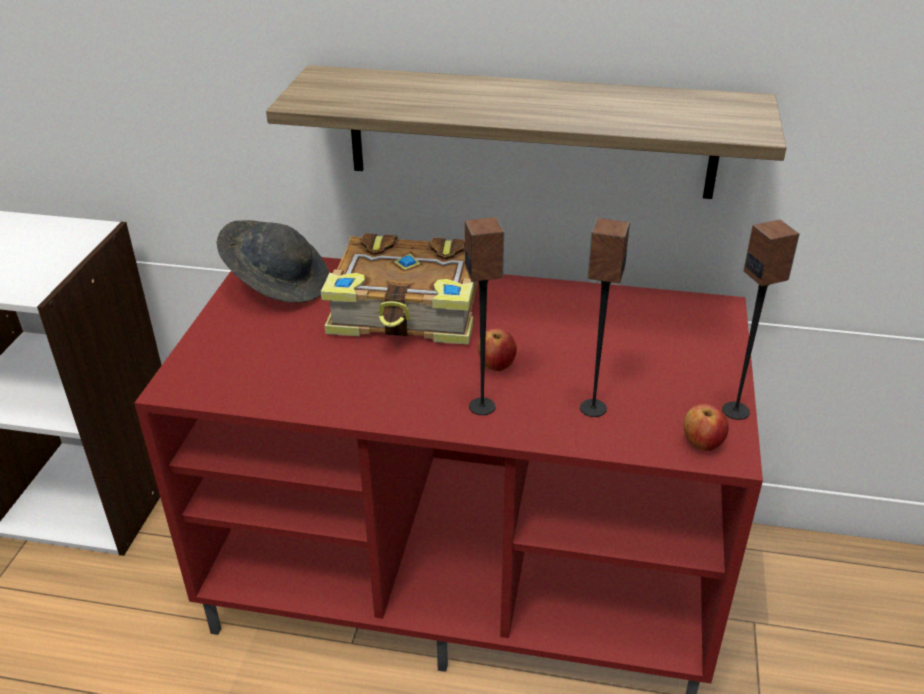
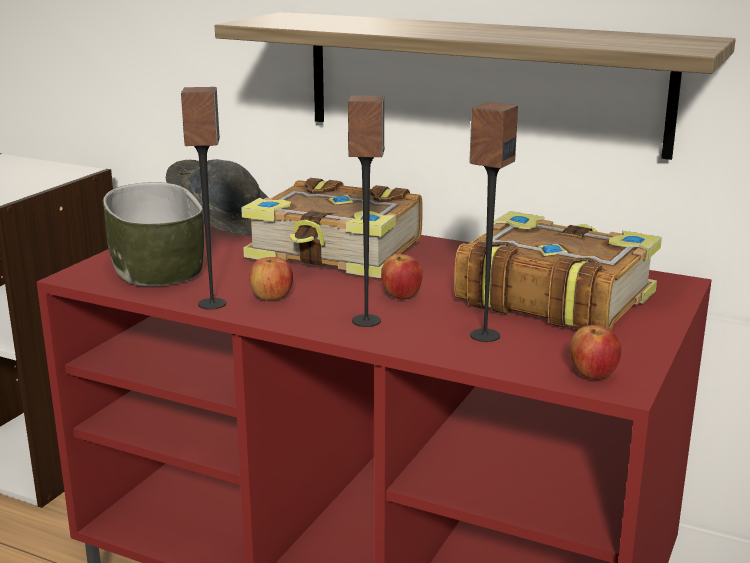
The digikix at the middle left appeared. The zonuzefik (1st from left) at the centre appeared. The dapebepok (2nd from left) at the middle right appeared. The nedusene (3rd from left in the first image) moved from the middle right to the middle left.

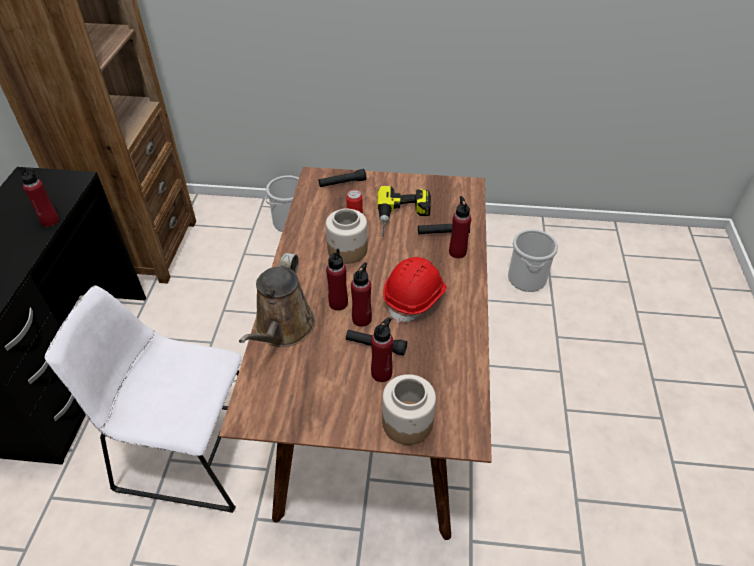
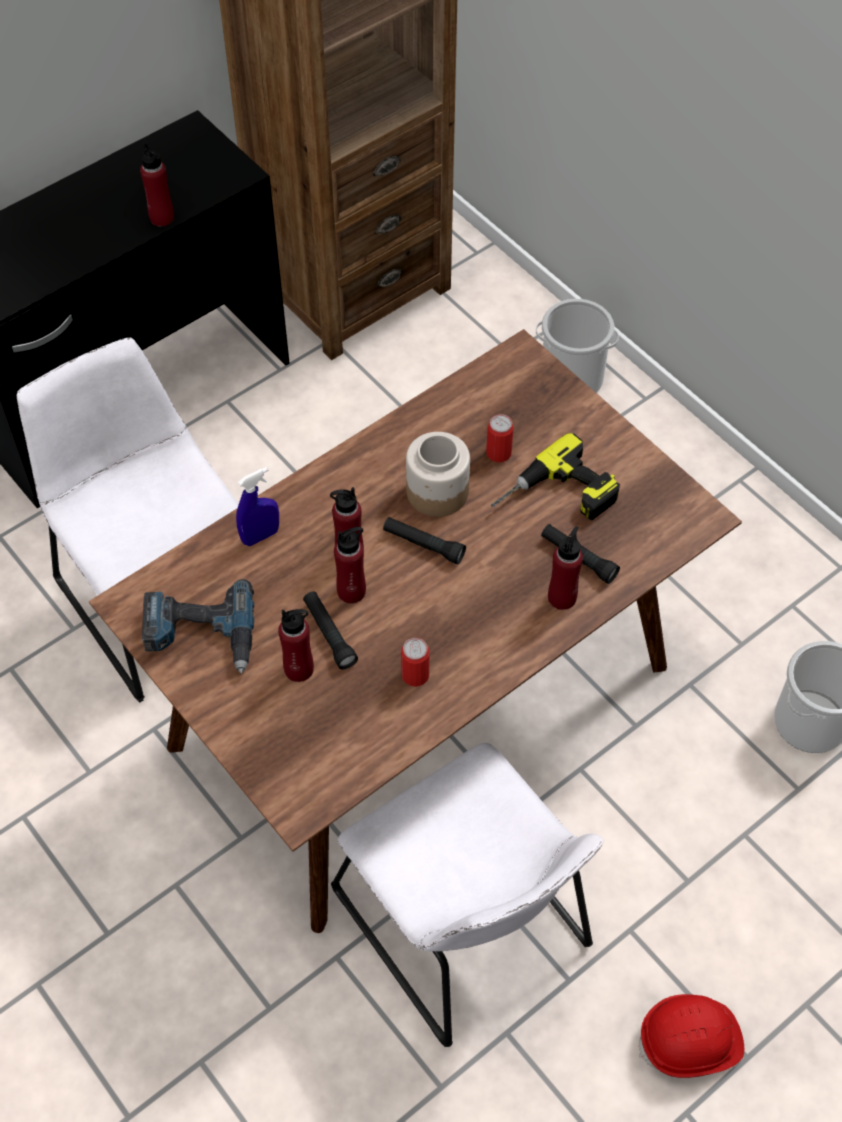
The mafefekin (2nd from left) at the bottom centre disappeared. The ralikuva (1st from left) at the middle left appeared. The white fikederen (2nd from left) at the bottom centre appeared. The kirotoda (1st from left) at the centre appeared. The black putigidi (1st from left in the first image) moved from the top centre to the centre. The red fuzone moved from the centre to the bottom right. The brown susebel at the centre was replaced by the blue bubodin at the middle left.

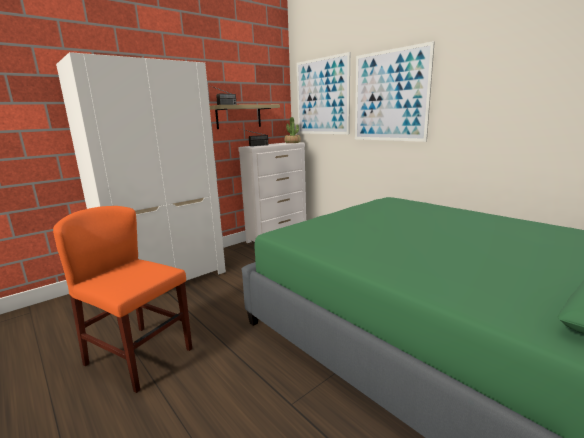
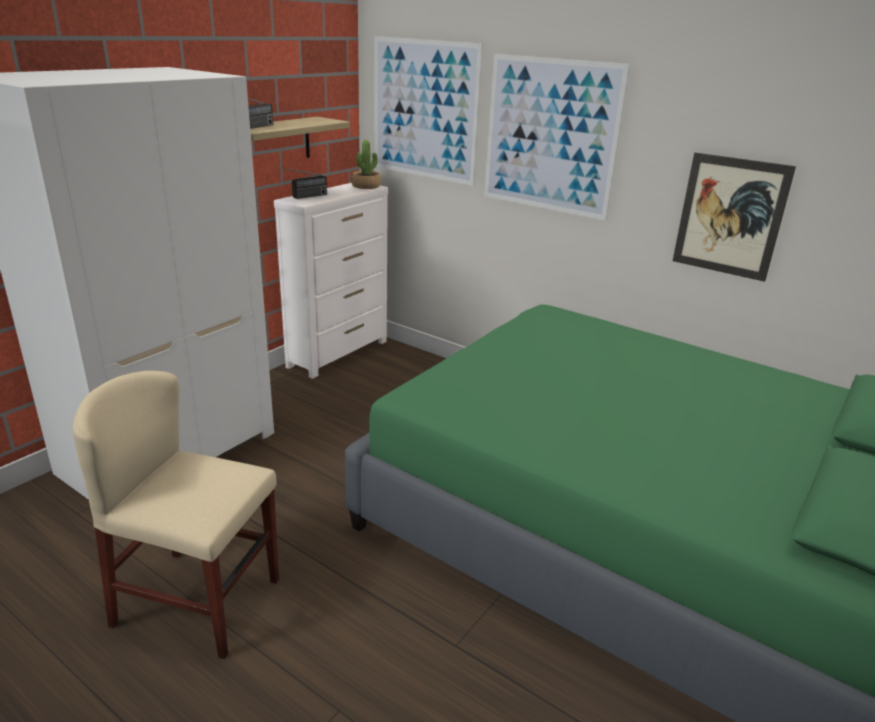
The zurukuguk (3rd from left) at the top right appeared. The orange fikederen at the bottom left became the beige fikederen at the bottom left.

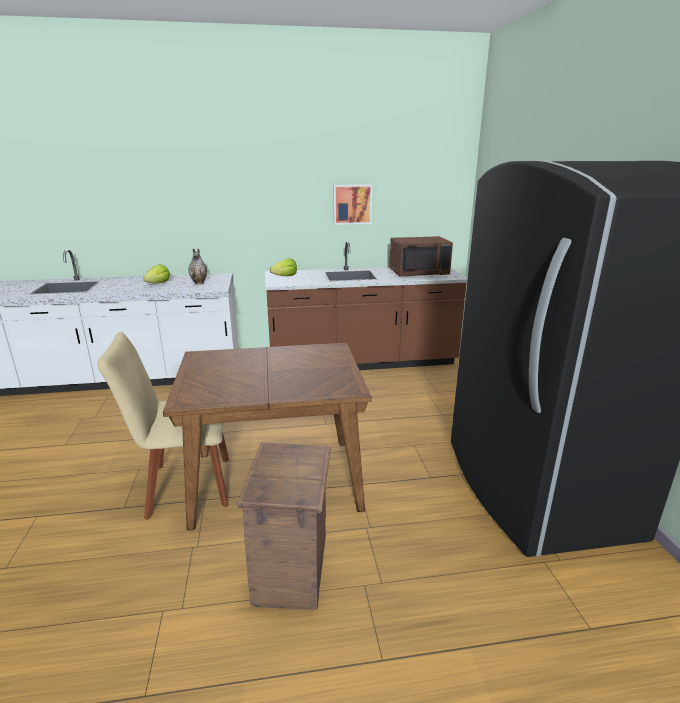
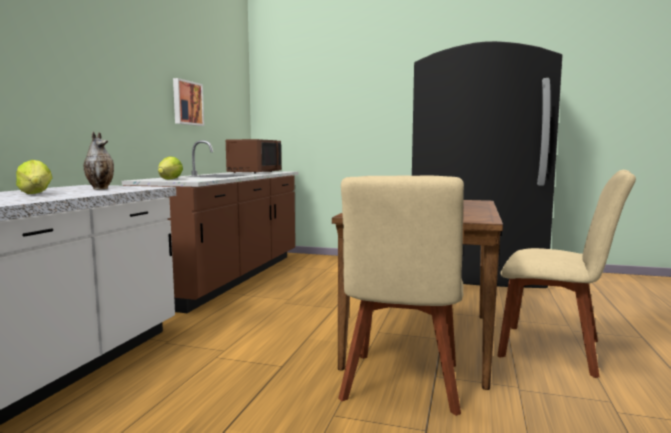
The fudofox at the bottom centre was replaced by the beige fikederen (2nd from left) at the middle right.

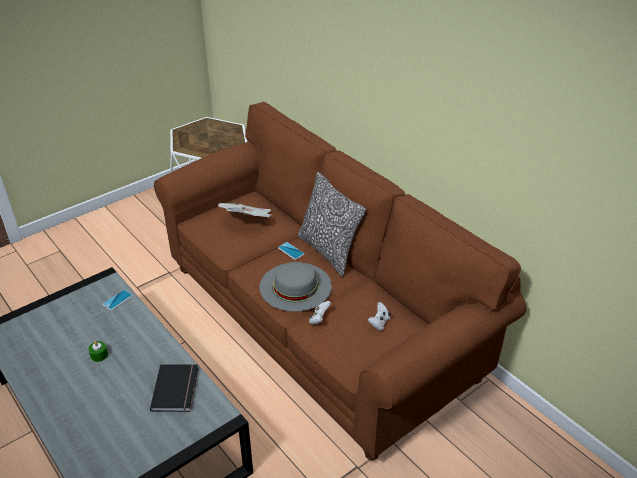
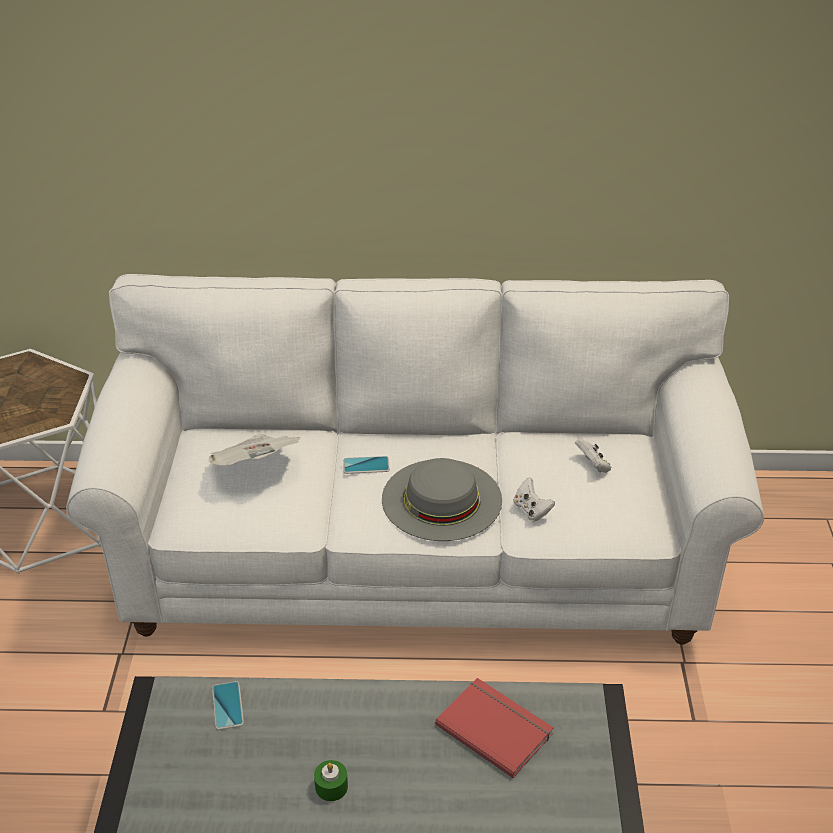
The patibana at the centre disappeared. The black dapebepok at the bottom left became the red dapebepok at the bottom centre. The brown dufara at the centre became the white dufara at the centre.

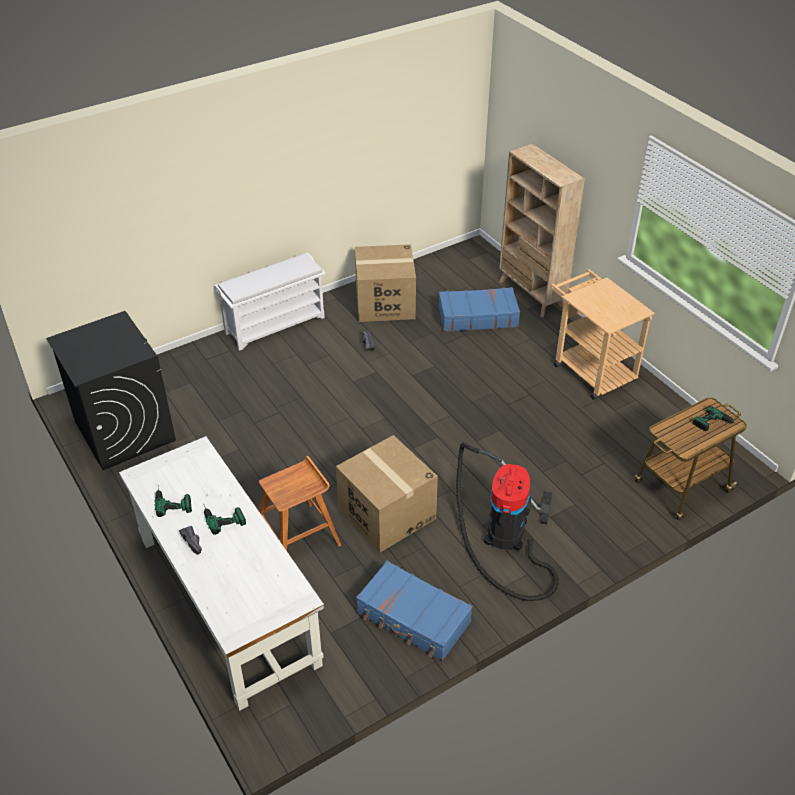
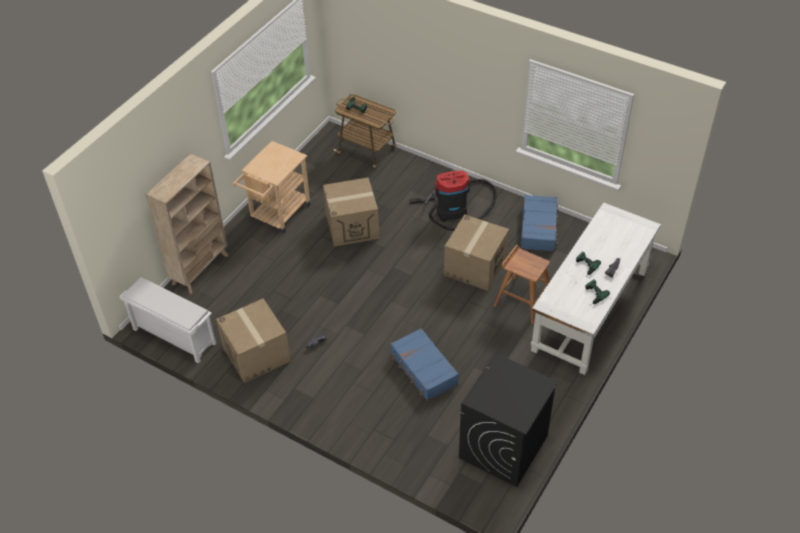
The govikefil (2nd from left) at the centre appeared. The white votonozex moved from the centre to the middle left. The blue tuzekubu (2nd from left in the first image) moved from the centre to the bottom centre.

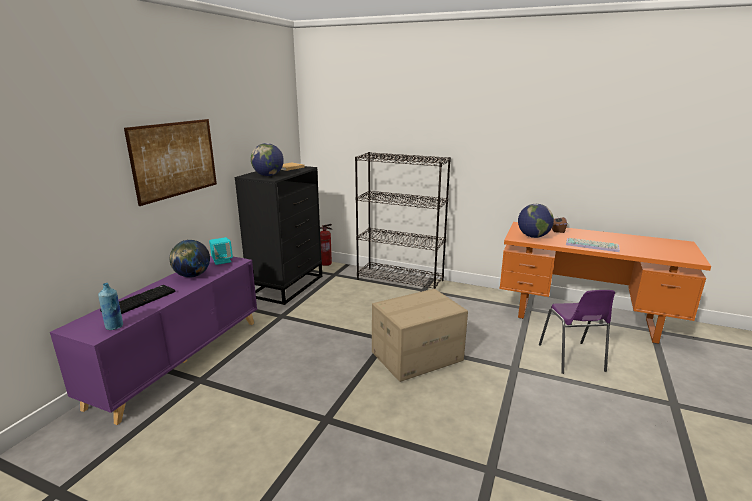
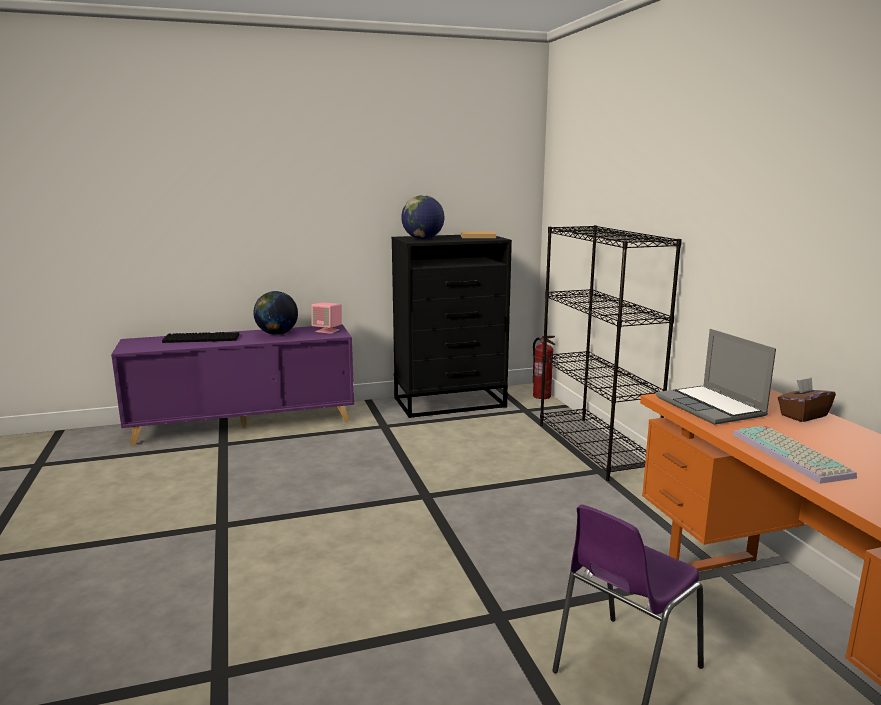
The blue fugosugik at the middle left disappeared. The zurukuguk at the top left disappeared. The govikefil at the bottom centre disappeared. The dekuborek (3rd from left) at the middle right was replaced by the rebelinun at the middle right. The turquoise nedusene at the middle left became the pink nedusene at the centre.

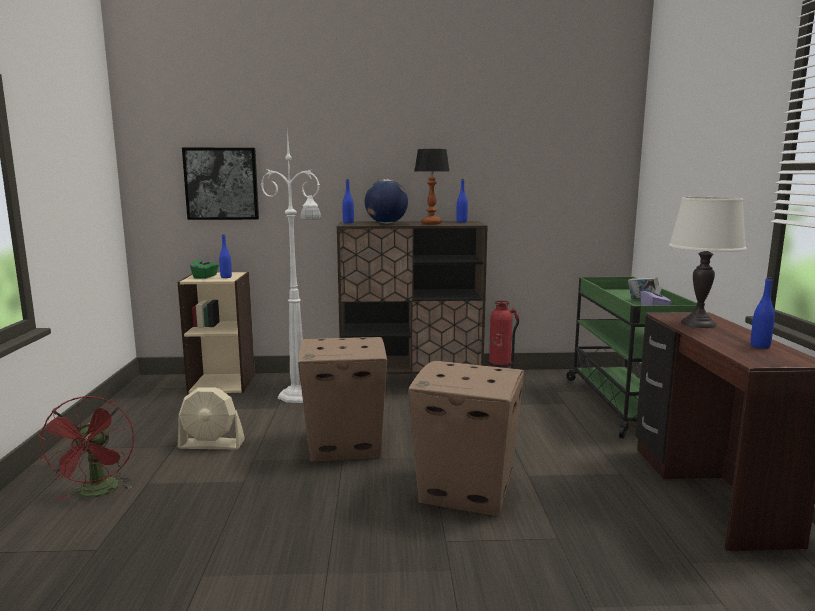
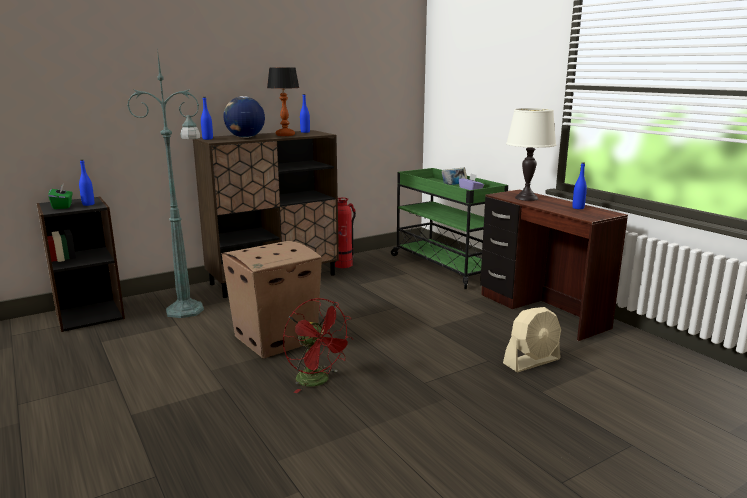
The zurukuguk at the top left disappeared. The govikefil (2nd from left) at the bottom centre disappeared. The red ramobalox moved from the bottom left to the bottom centre. The beige ramobalox moved from the bottom left to the bottom right. The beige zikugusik at the middle left became the black zikugusik at the middle left. The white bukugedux at the centre became the green bukugedux at the middle left.

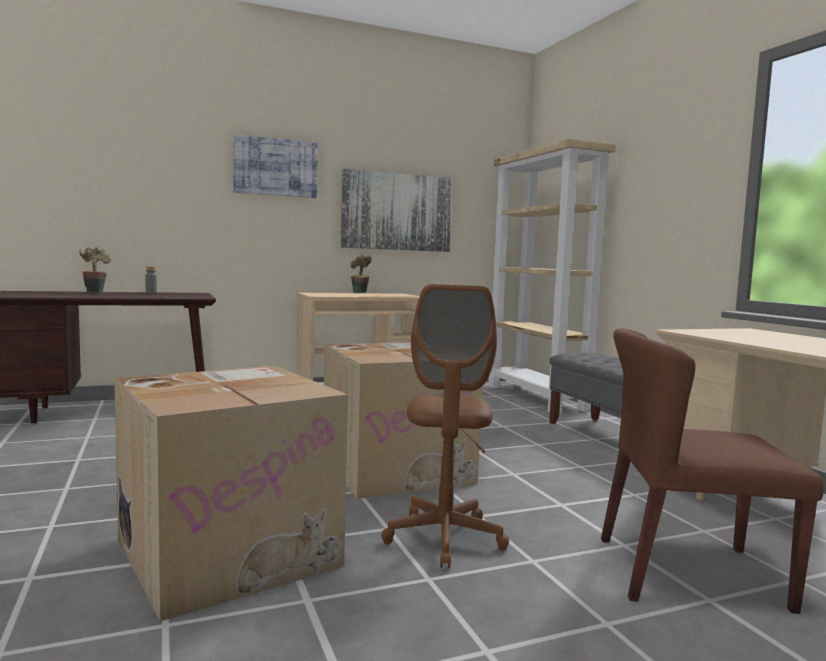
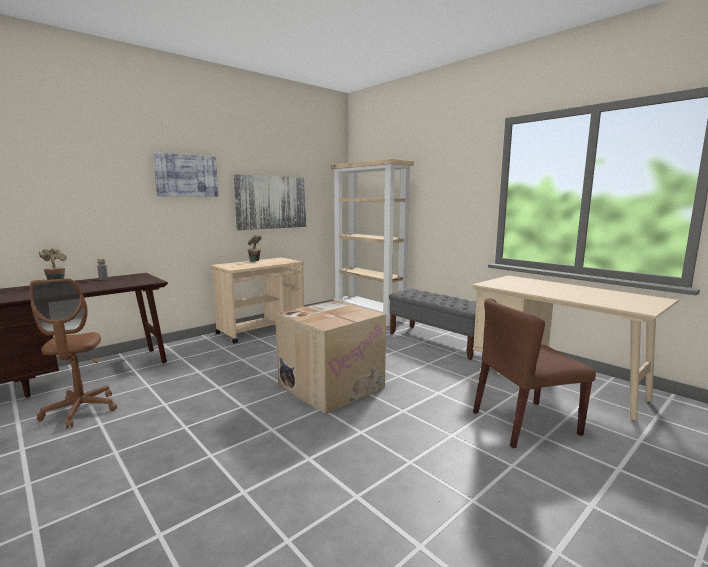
The govikefil (1st from left) at the bottom left disappeared. The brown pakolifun moved from the centre to the middle left.

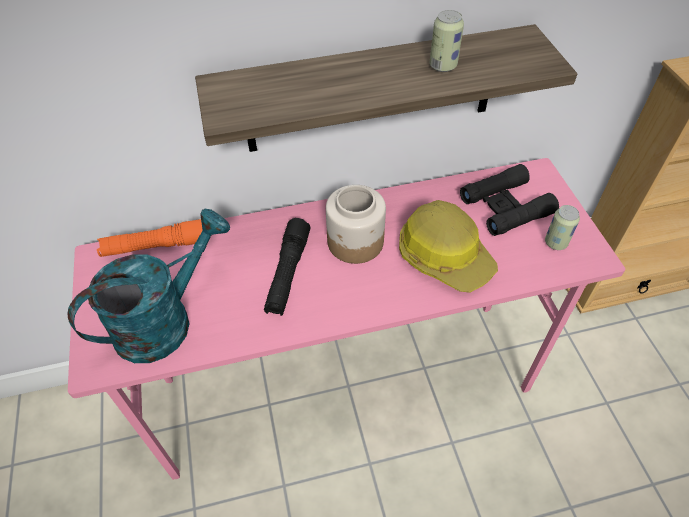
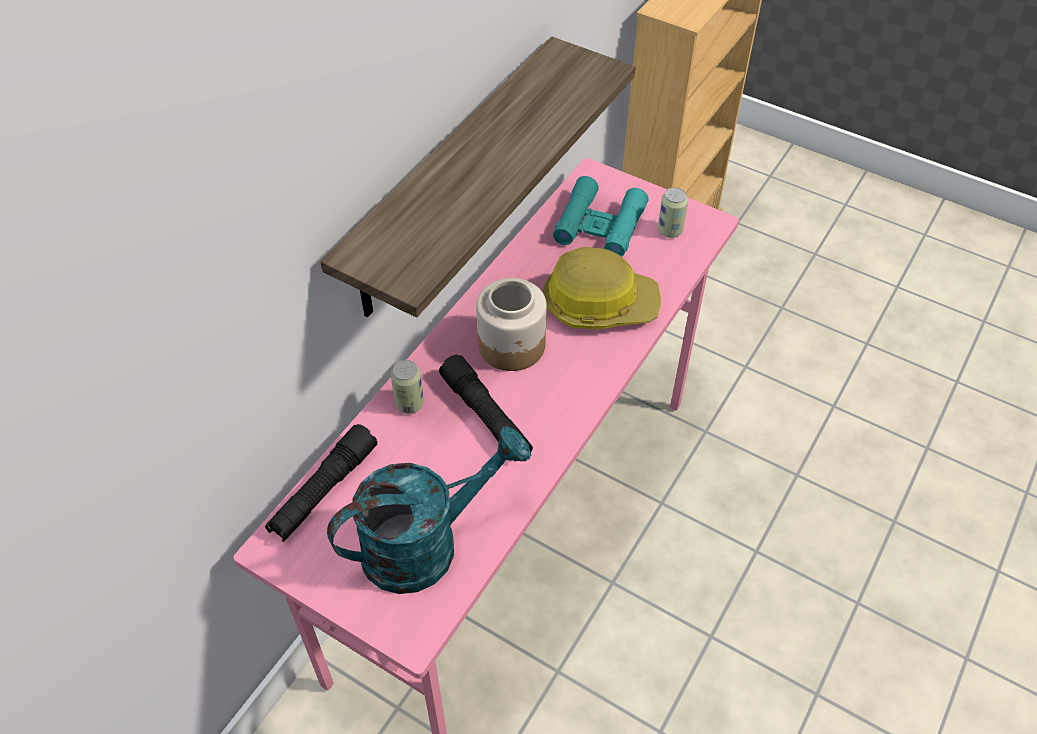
The kirotoda (1st from left) moved from the top centre to the centre. The orange putigidi at the middle left became the black putigidi (1st from left) at the middle left. The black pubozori at the middle right became the turquoise pubozori at the top centre. The turquoise susebel at the middle left turned 60 degrees clockwise.

